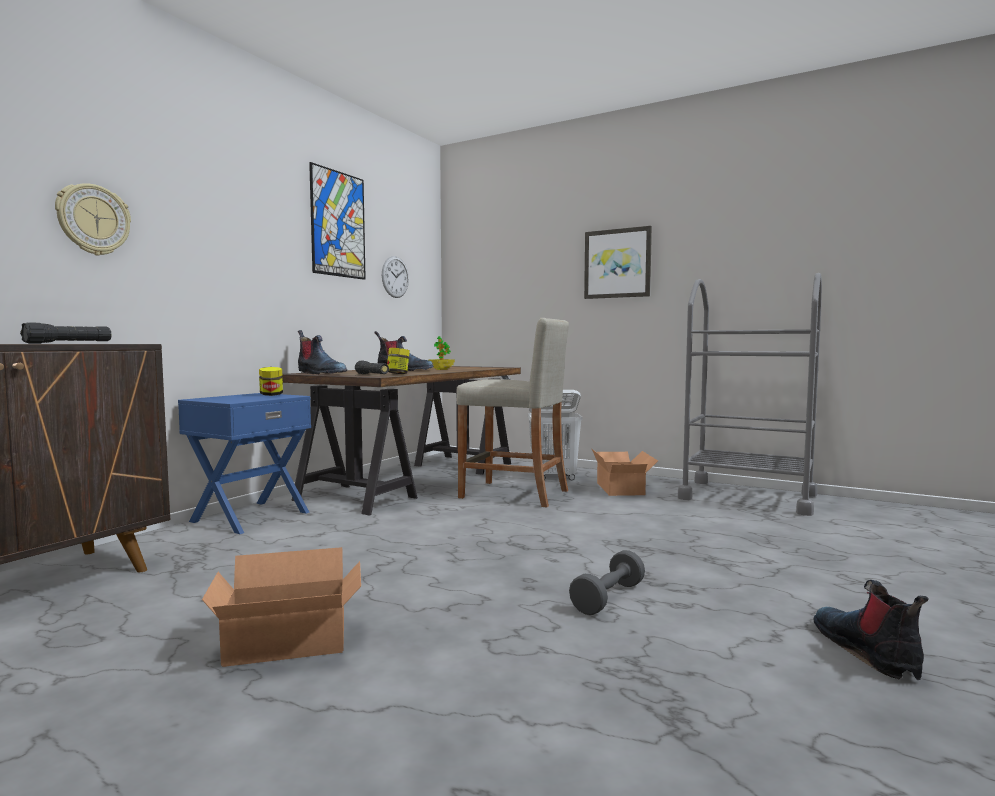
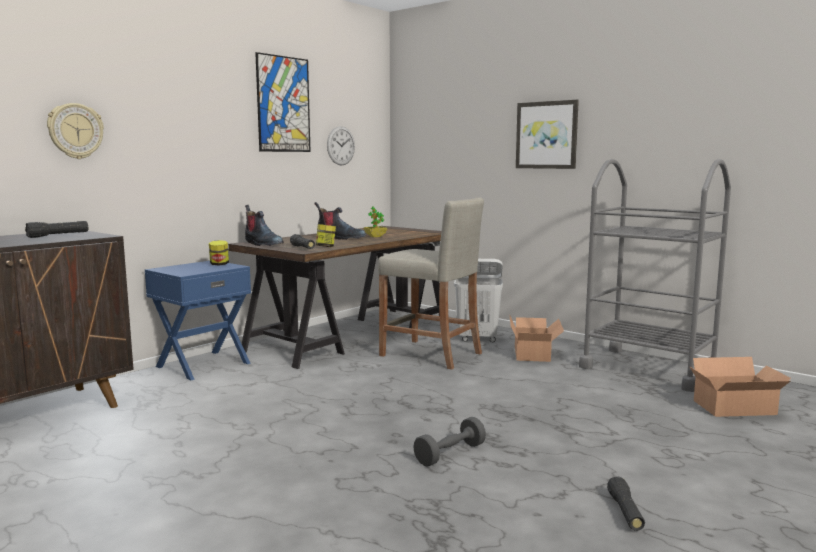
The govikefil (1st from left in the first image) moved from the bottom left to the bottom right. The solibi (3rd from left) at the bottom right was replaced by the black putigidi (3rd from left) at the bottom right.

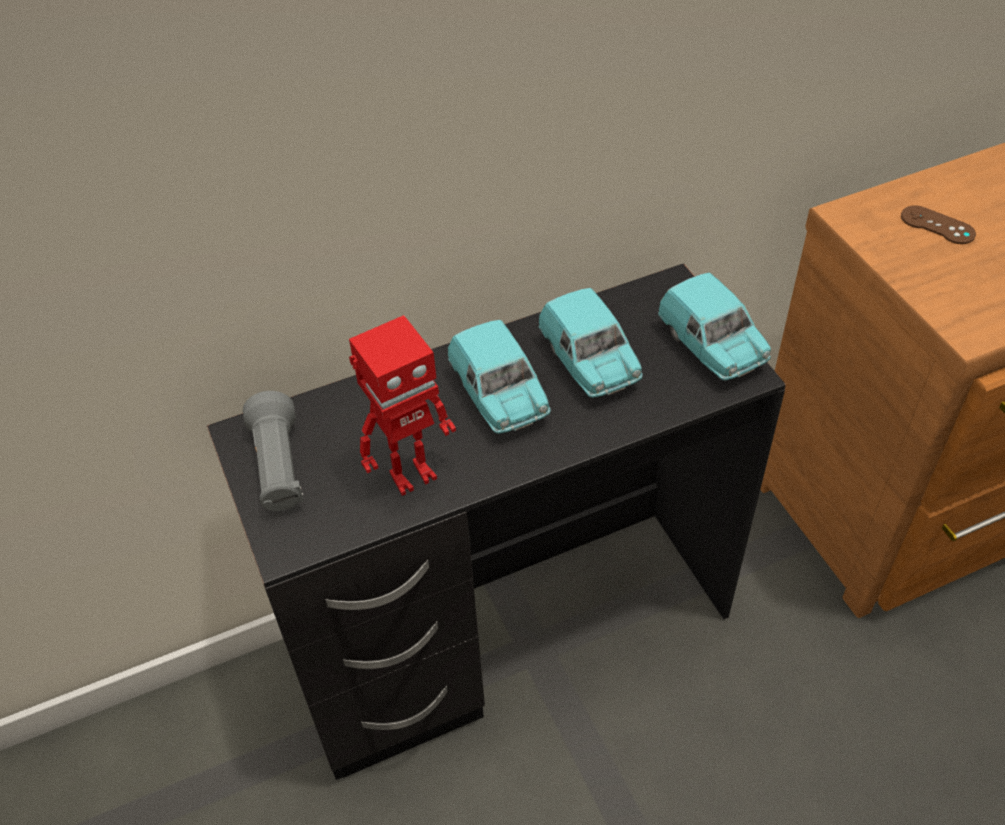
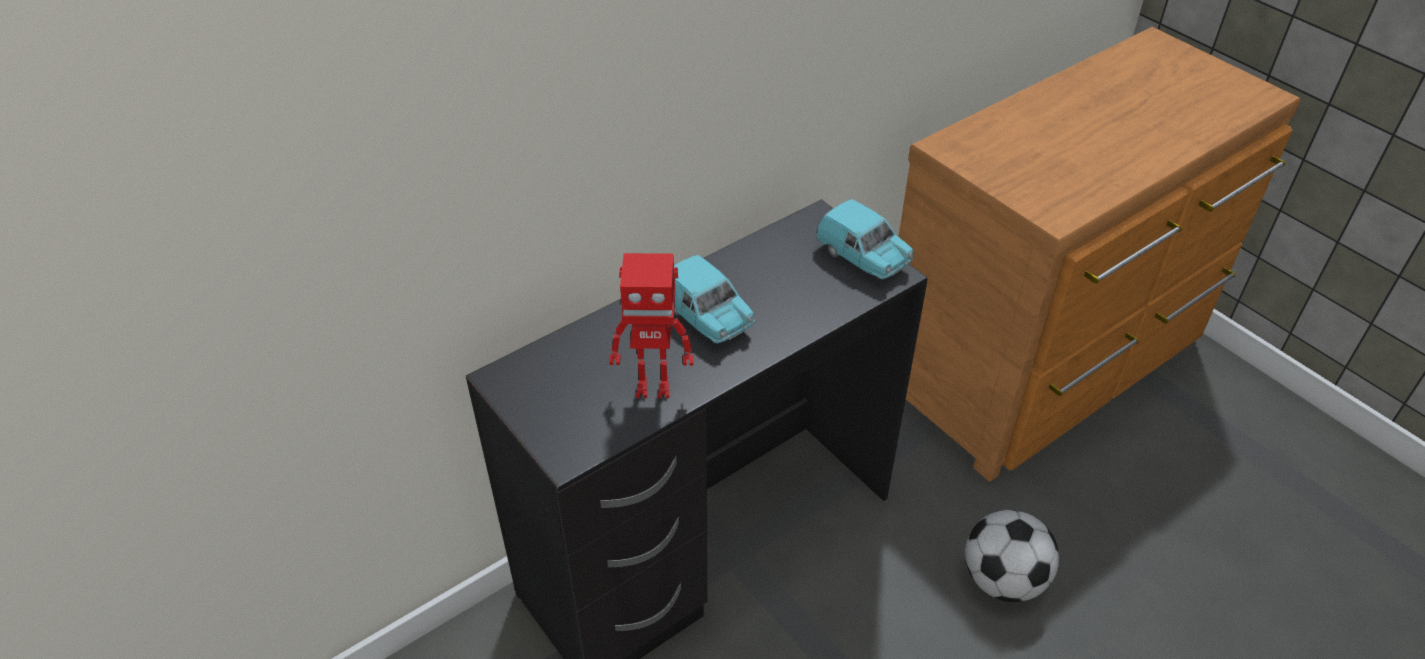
The grey putigidi at the middle left disappeared. The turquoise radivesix (2nd from left) at the centre disappeared. The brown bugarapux at the top right disappeared. The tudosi at the bottom right appeared. The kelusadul at the centre turned 45 degrees clockwise.

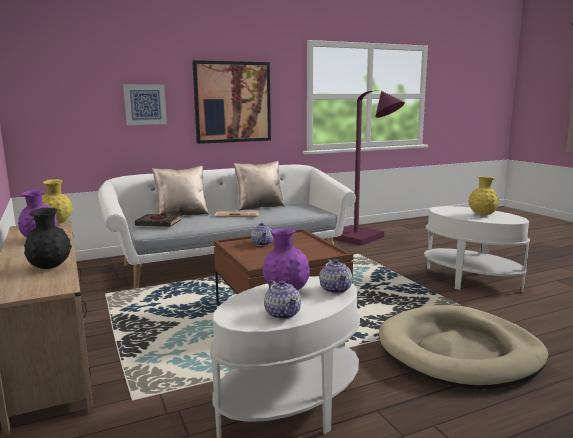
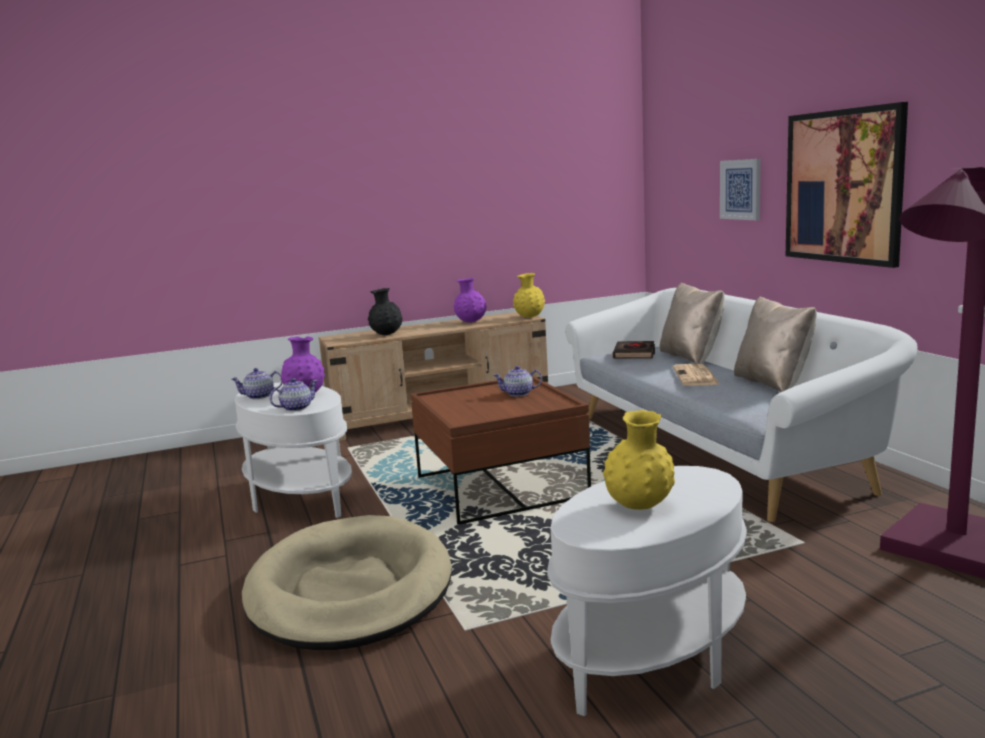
The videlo (3rd from left in the first image) at the centre turned 150 degrees clockwise.

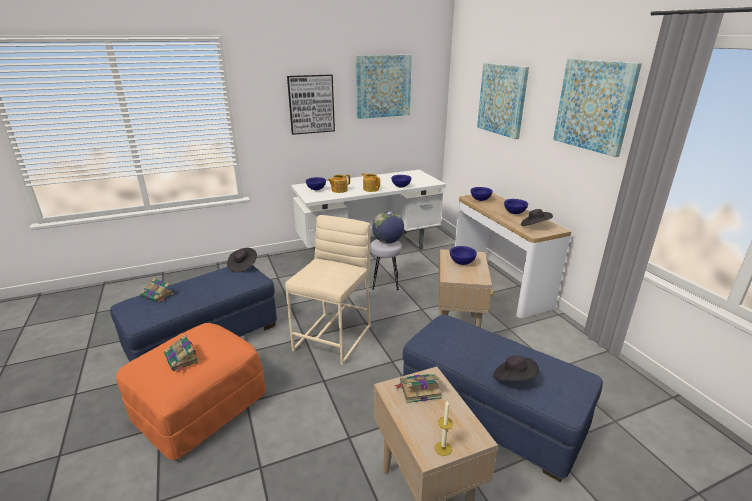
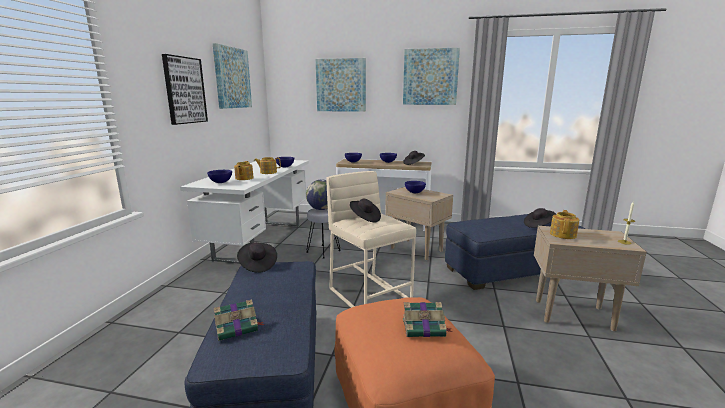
The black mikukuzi (2nd from left) at the centre appeared. The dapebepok (3rd from left) at the bottom centre was replaced by the videlo (3rd from left) at the middle right.

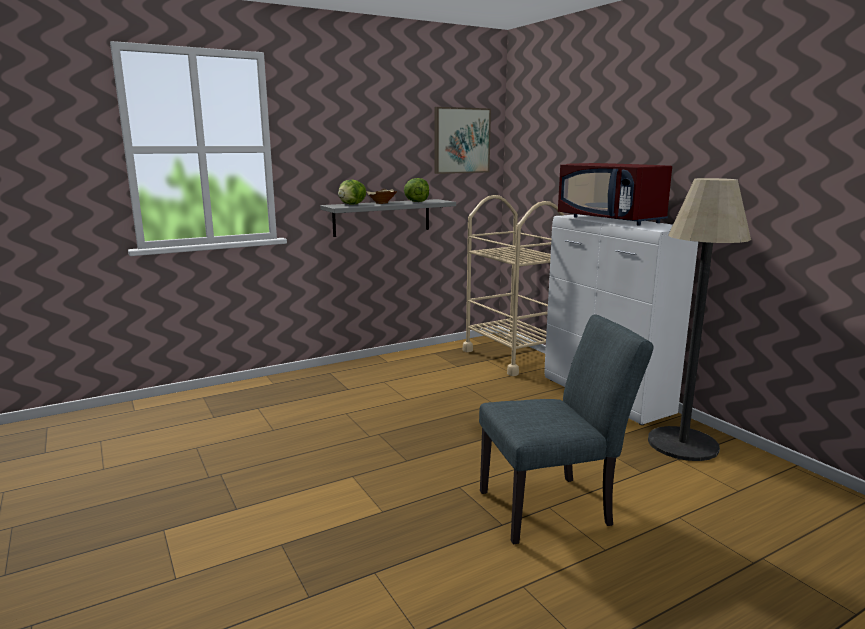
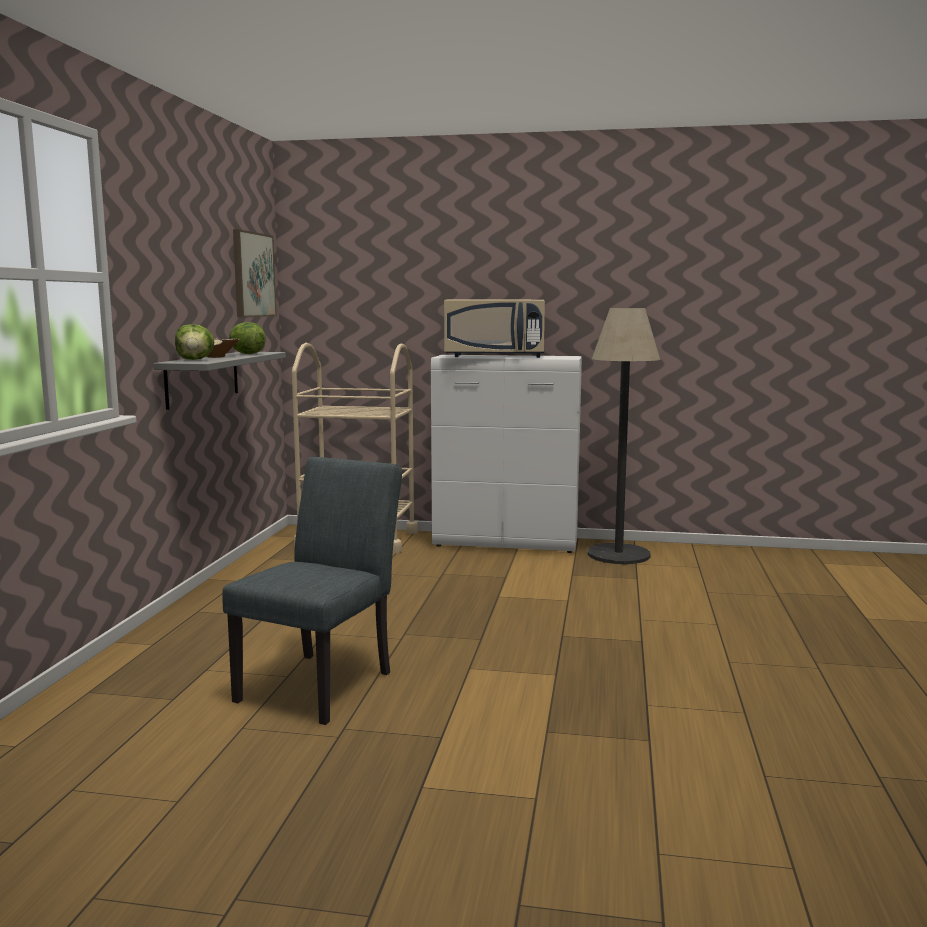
The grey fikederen moved from the bottom centre to the centre. The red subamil at the top right became the beige subamil at the centre.

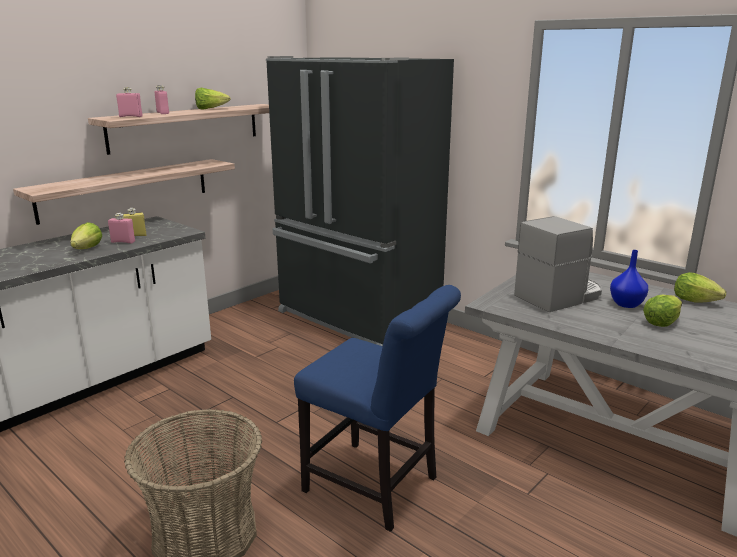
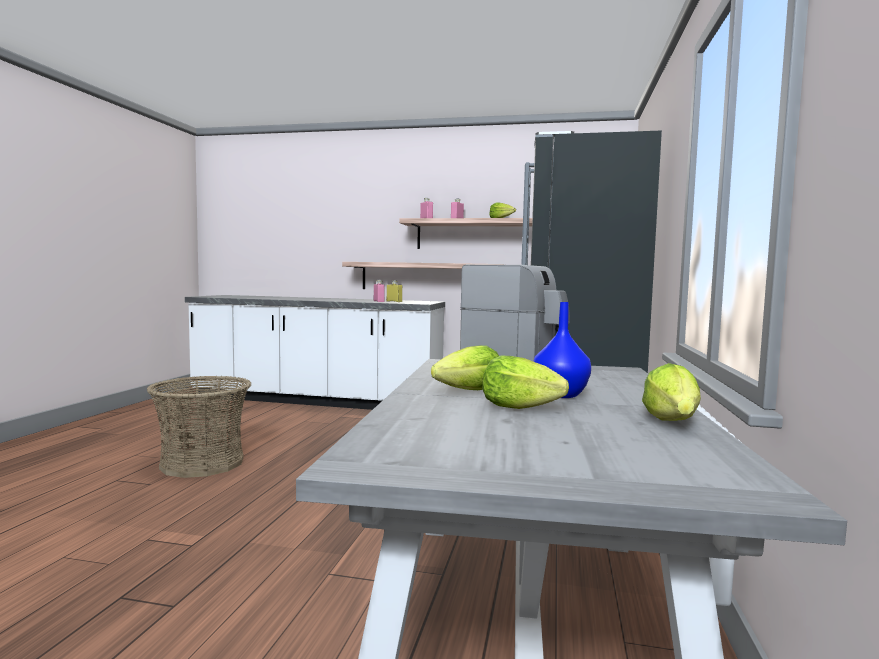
The blue fikederen at the bottom centre disappeared. The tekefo (1st from left) moved from the middle left to the centre.

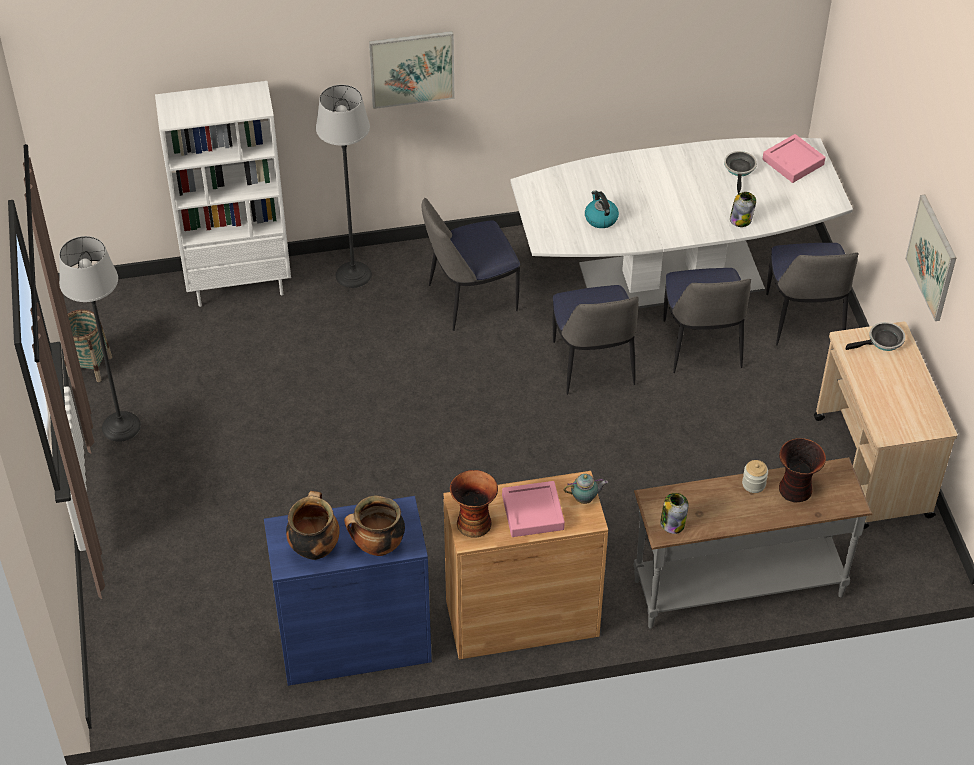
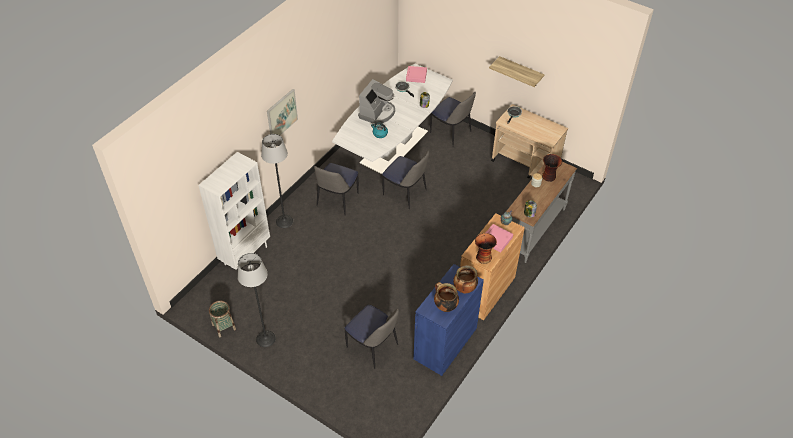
The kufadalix at the top centre appeared. The fikederen (3rd from left in the first image) moved from the middle right to the bottom centre. The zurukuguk (2nd from left) at the middle right was replaced by the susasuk at the top centre.

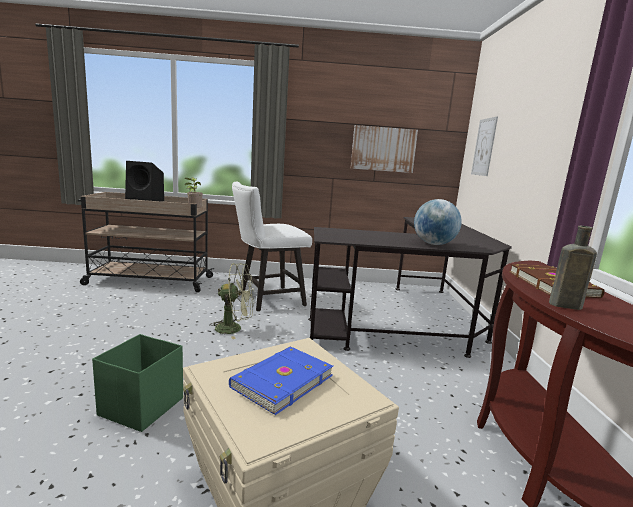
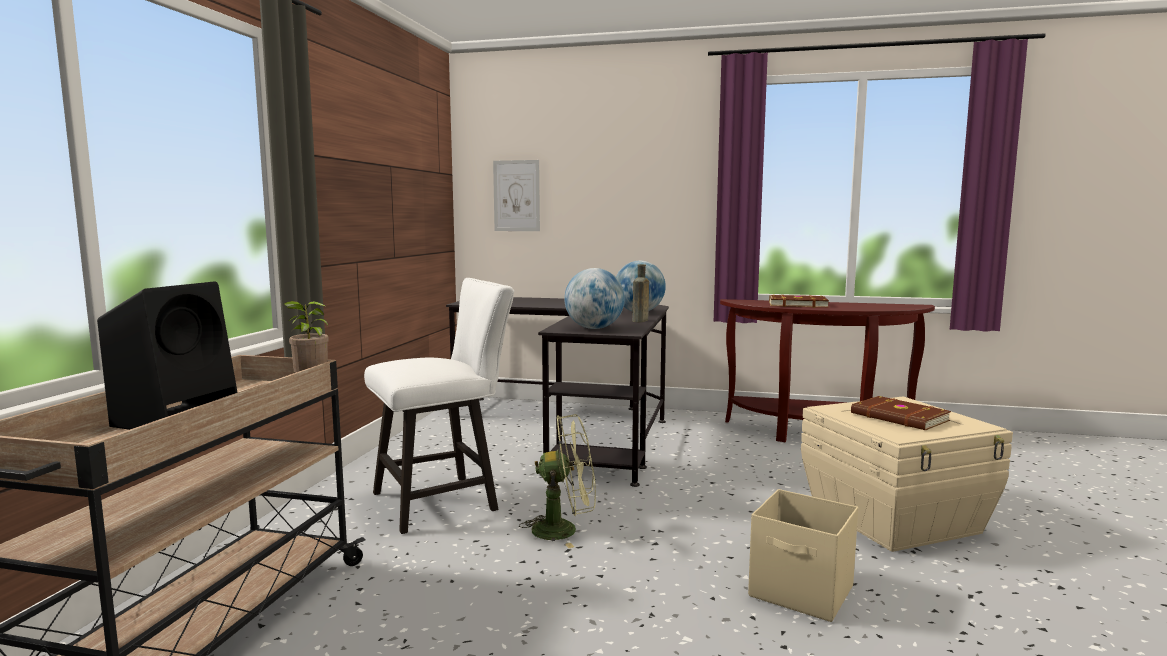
The zurukuguk (1st from left) at the top centre disappeared. The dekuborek (1st from left) at the centre appeared. The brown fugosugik moved from the middle right to the centre. The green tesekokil at the bottom left became the beige tesekokil (1st from left) at the bottom right. The blue dapebepok at the bottom centre became the brown dapebepok (2nd from left) at the middle right. The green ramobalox at the centre turned 75 degrees clockwise. The white fikederen at the centre turned 105 degrees counterclockwise.

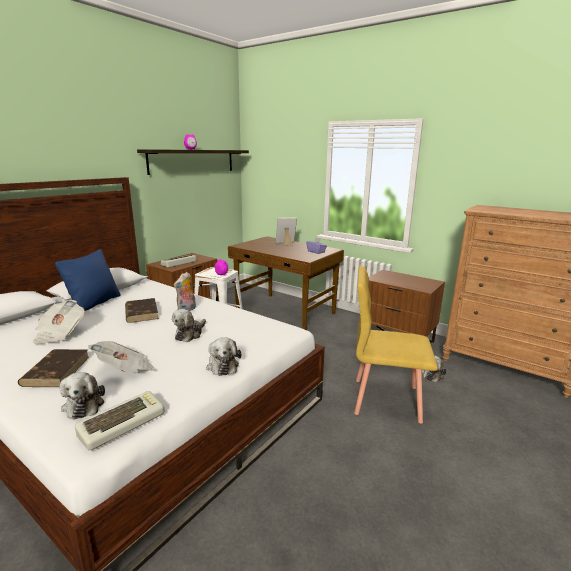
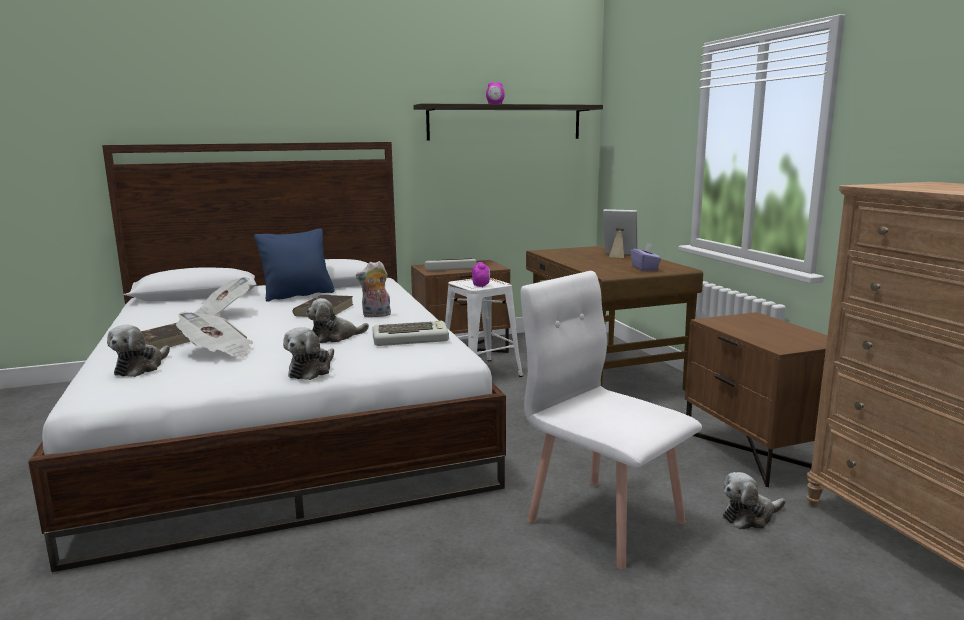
The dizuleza (1st from left) moved from the bottom left to the centre. The yellow fikederen at the middle right became the white fikederen at the bottom centre.

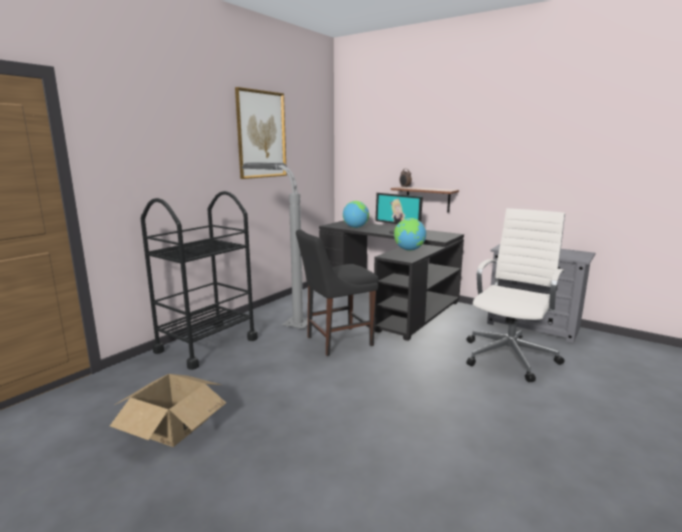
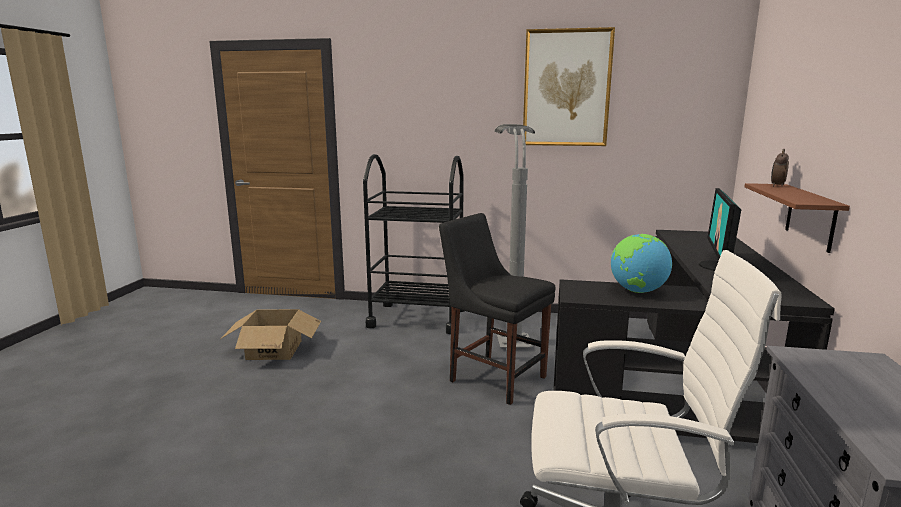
The dekuborek (1st from left) at the centre disappeared.

